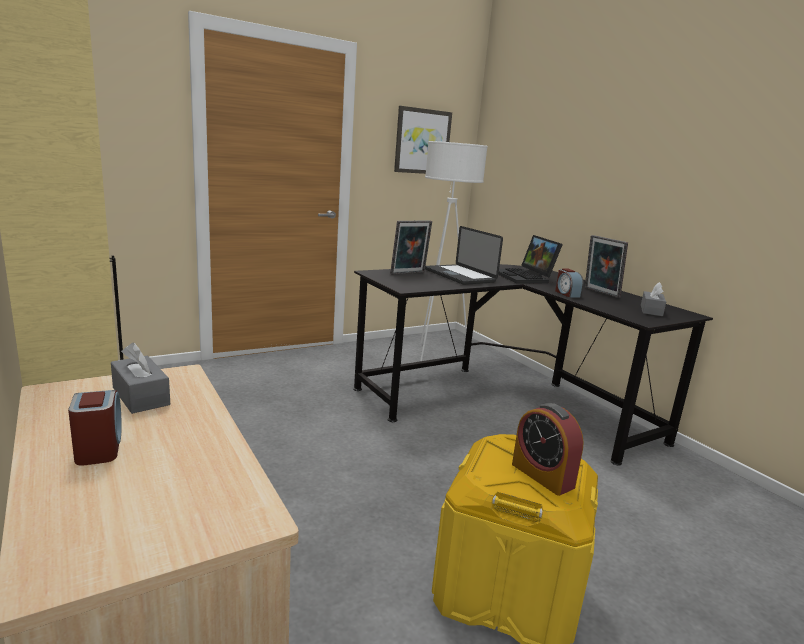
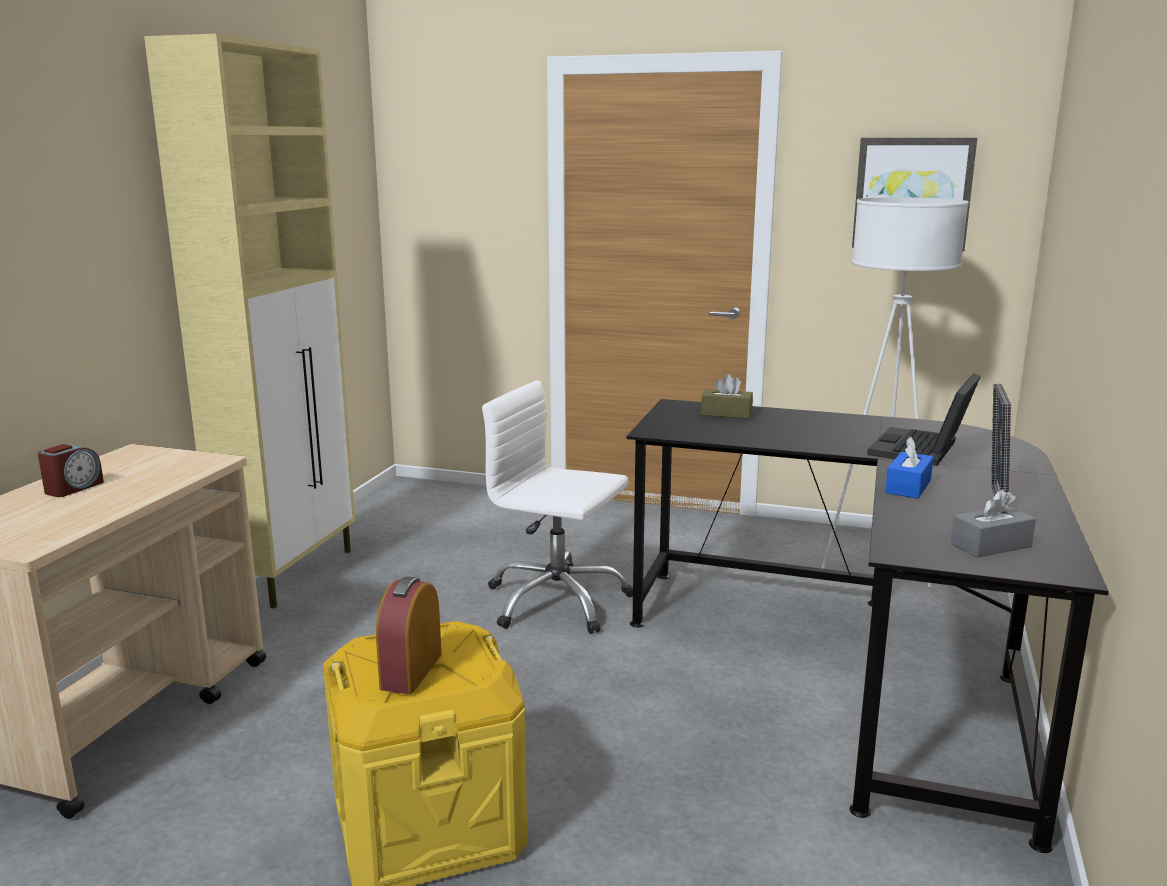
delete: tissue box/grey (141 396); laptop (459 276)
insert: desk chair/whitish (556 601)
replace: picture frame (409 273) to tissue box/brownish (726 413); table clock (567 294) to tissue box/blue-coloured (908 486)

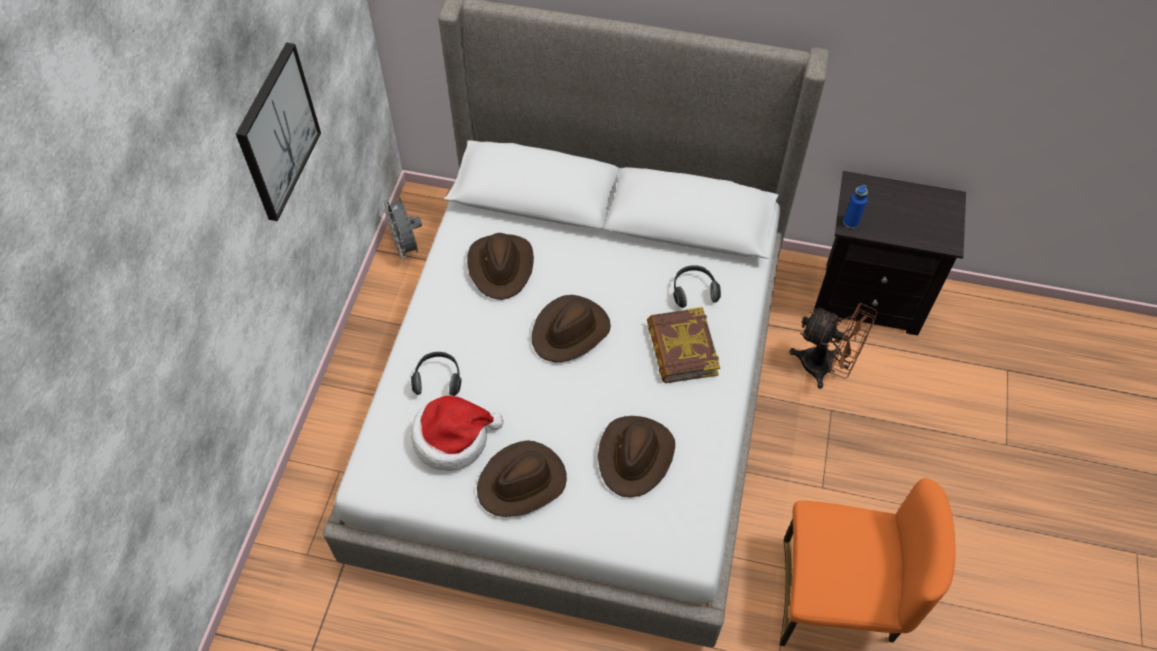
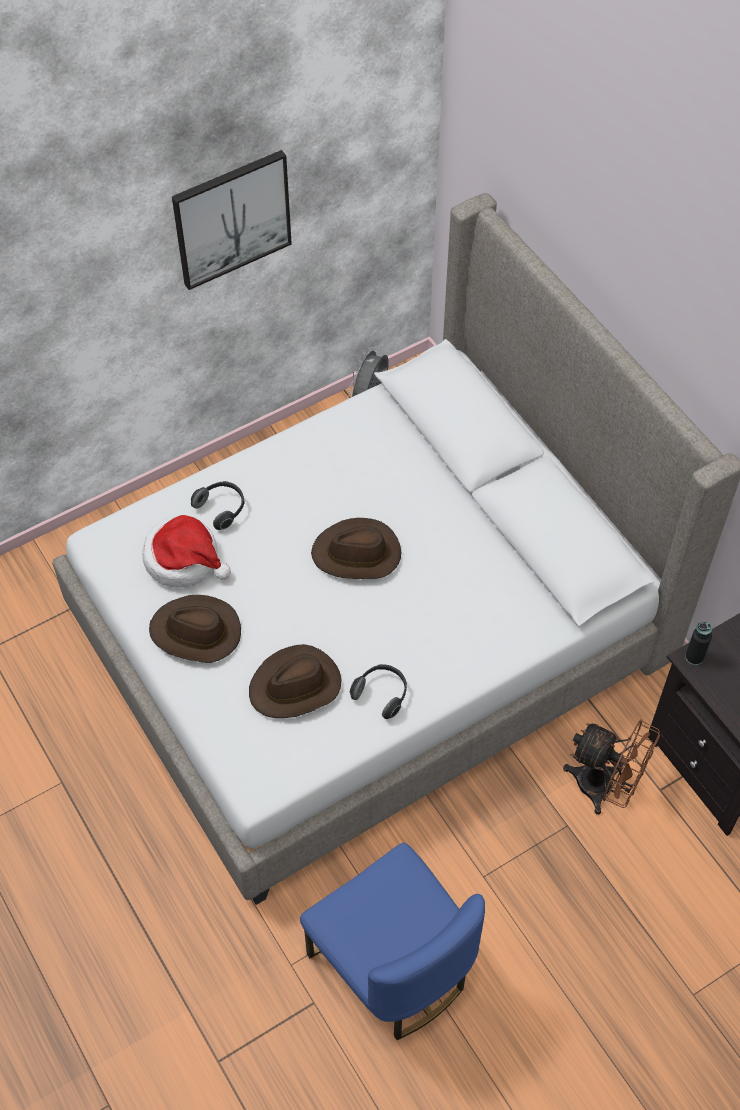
delete: wearable hat/brownish (501 267); bound book (681 349)
move: headset (693 291) to (381 694)
recolor: upright chair/orange-coloured (837 598) to upright chair/blue-coloured (392 967); drink bottle/blue-coloured (851 222) to drink bottle/black (694 657)
rotate: cooling fan/brownish (825 367) = (604 788) 45 degrees counterclockwise

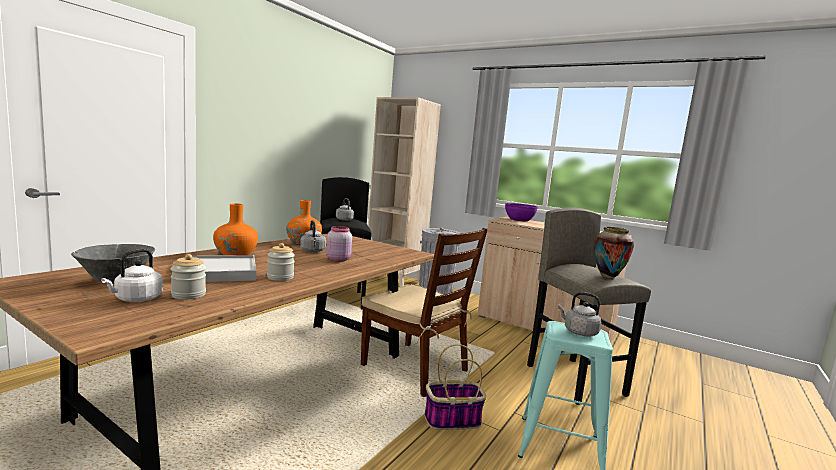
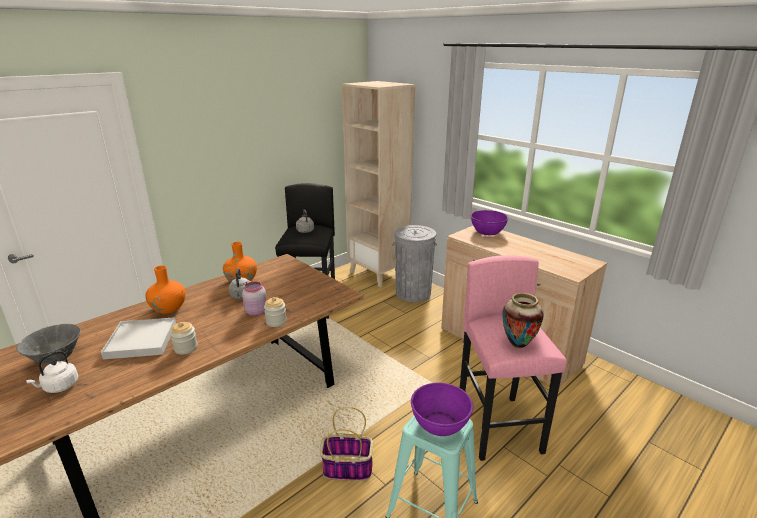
delete: upright chair/brownish (415 368)
move: preserve jar (188 295) to (276 322)
replace: water kettle/grey (578 332) to bowl/purplish (440 424)
recolor: stool seat/grey (575 380) to stool seat/pink-coloured (499 426)

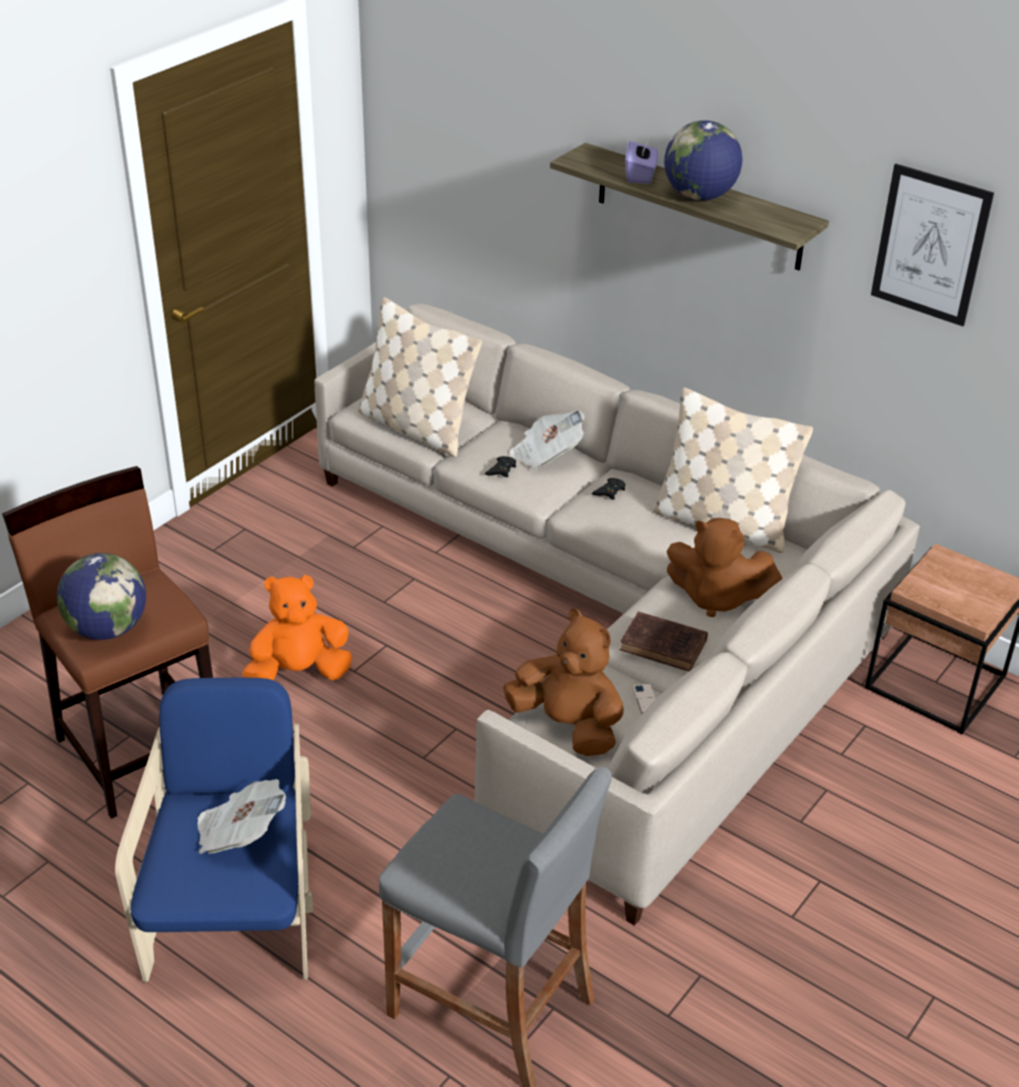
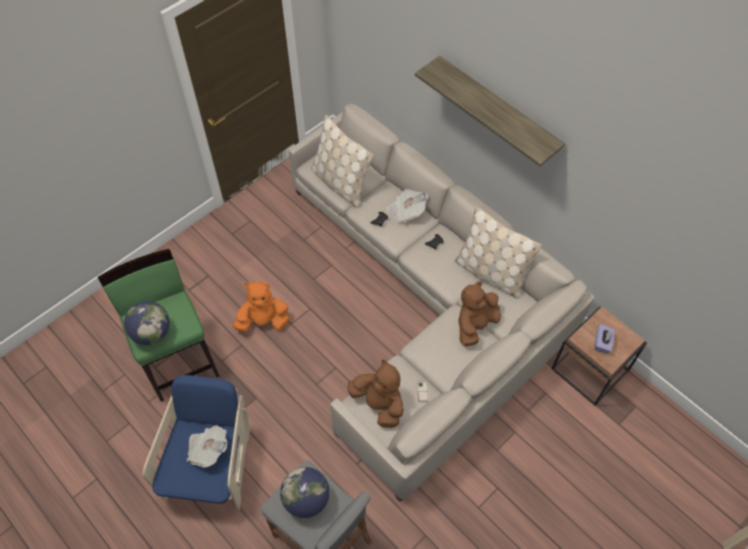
delete: bound book/brownish (665 646); wall art (930 245)
move: world globe (699 196) to (306 499); tissue box/purplish (640 175) to (602 343)
recolor: stool seat/brownish (141 750) to stool seat/greenish (180 361)
rotate: plush toy/brownish (716 597) = (475 325) 105 degrees clockwise

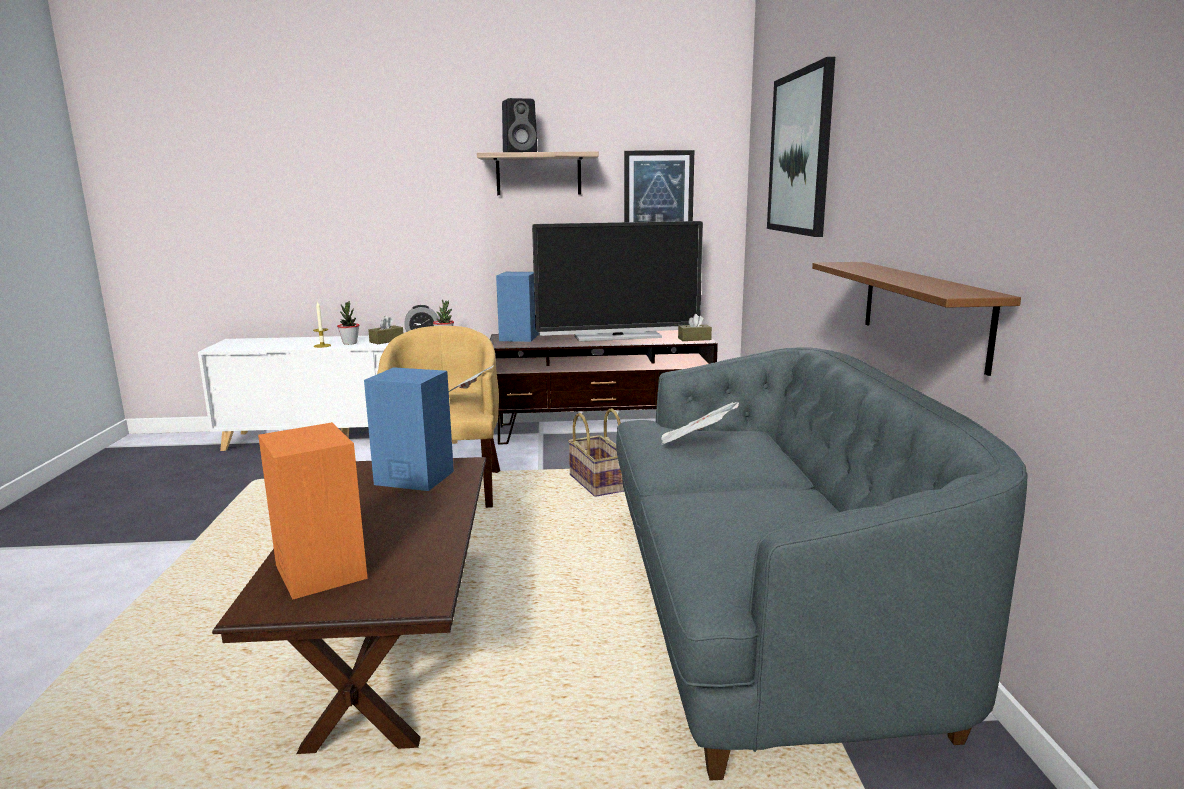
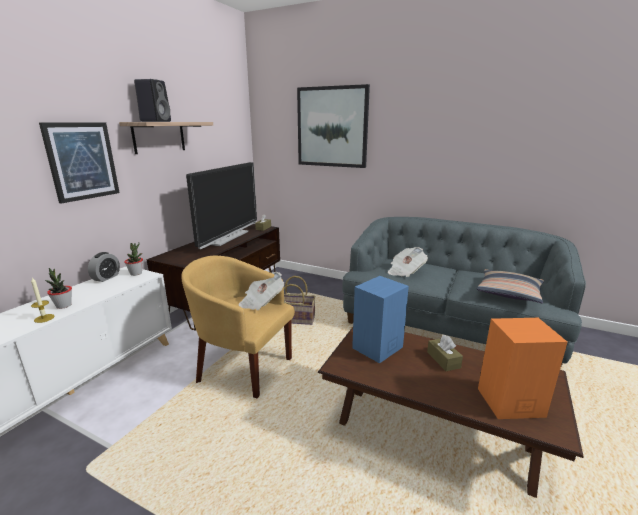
delete: speaker/blue-coloured (519 337); shelf/brownish (922 311)
insert: cushion (509 292)
move: wall art (658 193) to (82 161); tissue box/brownish (386 341) to (443 360)

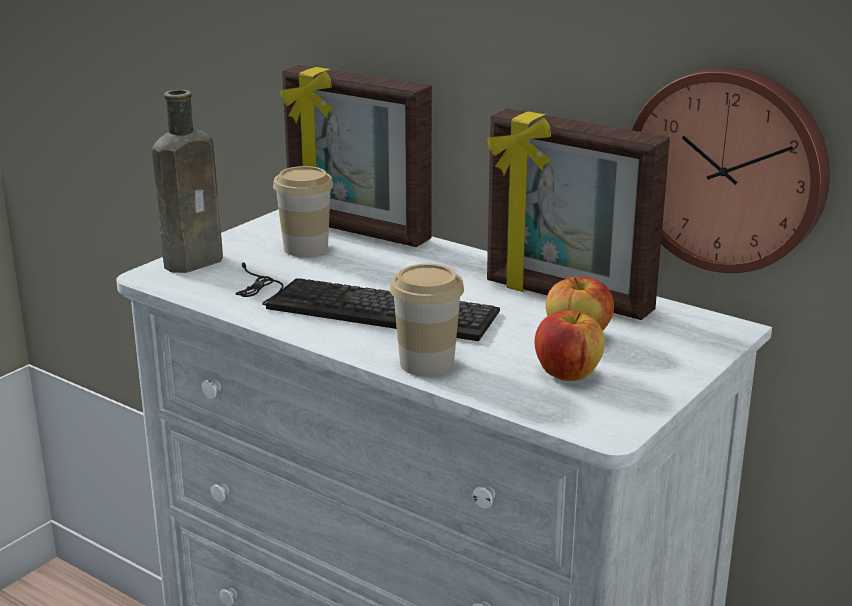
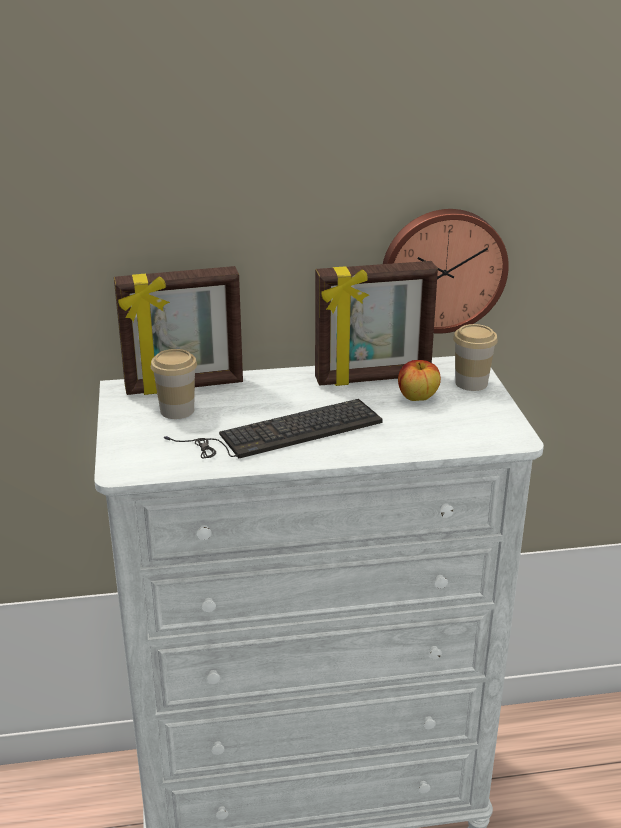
delete: drink bottle/brownish (197 261); whole apple (567 374)
move: small cup (426 363) to (471 383)

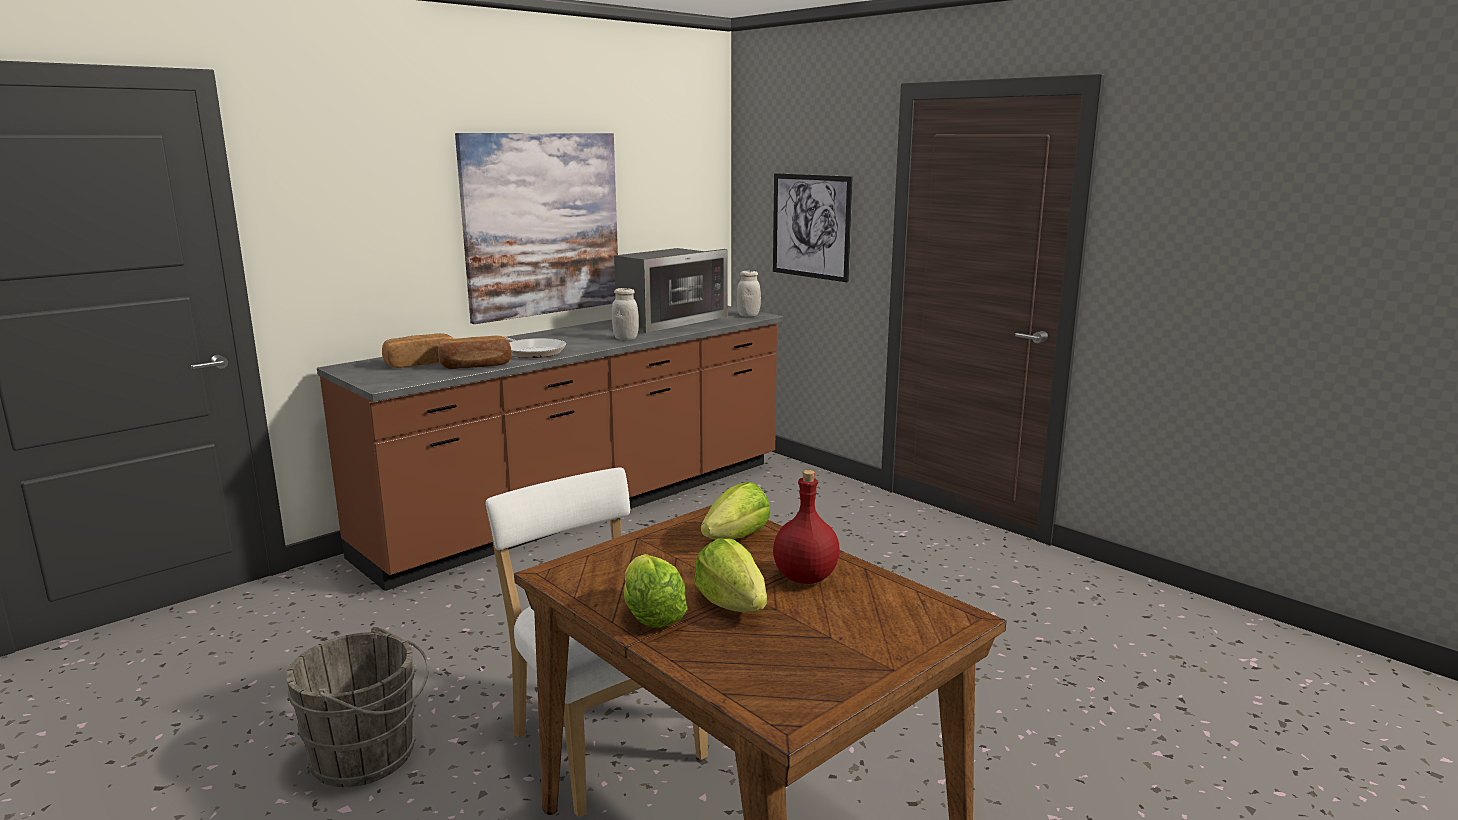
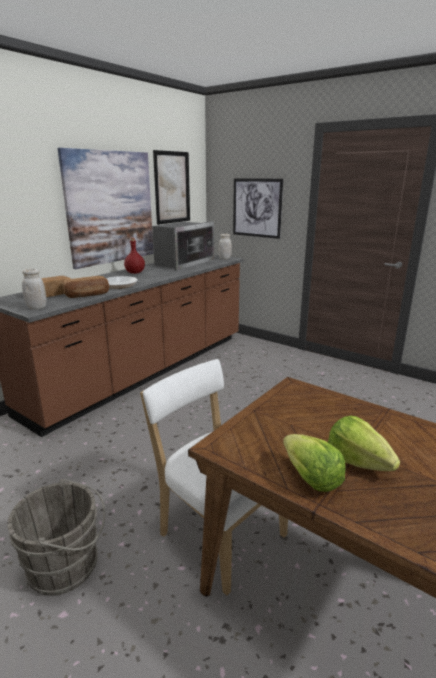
delete: head of lettuce (736 537)
insert: wall art (172 187)
move: preserve jar/whitish (625 338) to (37 308); drink bottle/red-coloured (806 578) to (135 273)

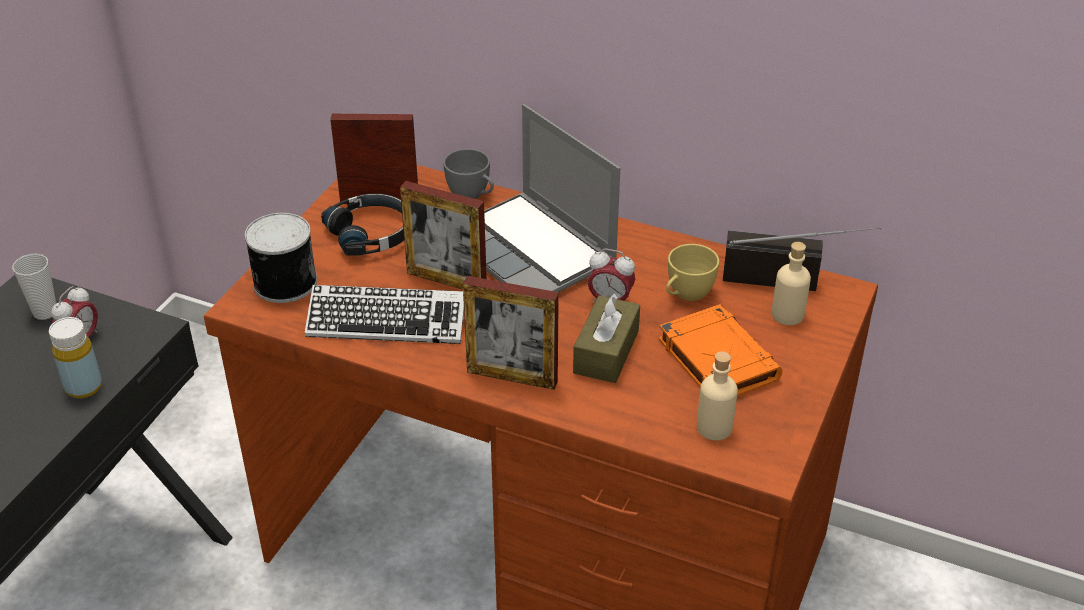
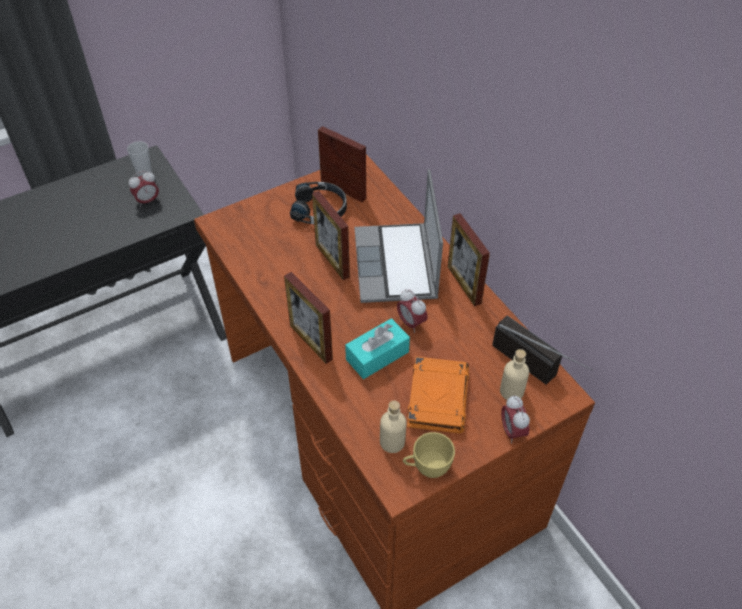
delete: drink bottle/yellow-coloured (83 387); can (283 282); computer keyboard (386 322); small cup/grey (472 196)
insert: picture frame (464 285); table clock (512 431)
move: small cup/yellow-coloured (686 295) to (427 467)
recolor: tissue box/brownish (606 352) to tissue box/turquoise-coloured (377 355)

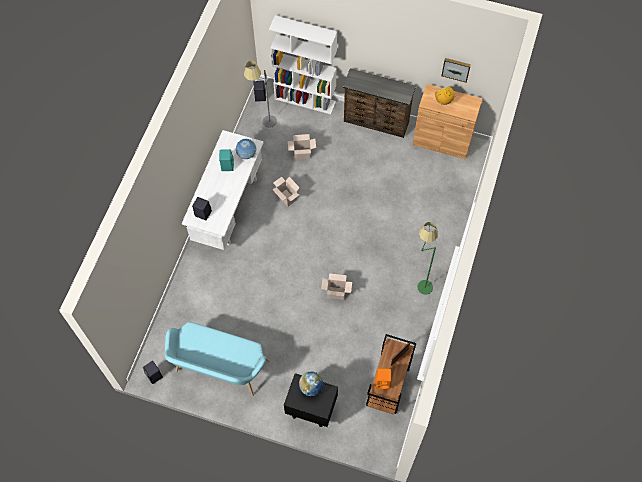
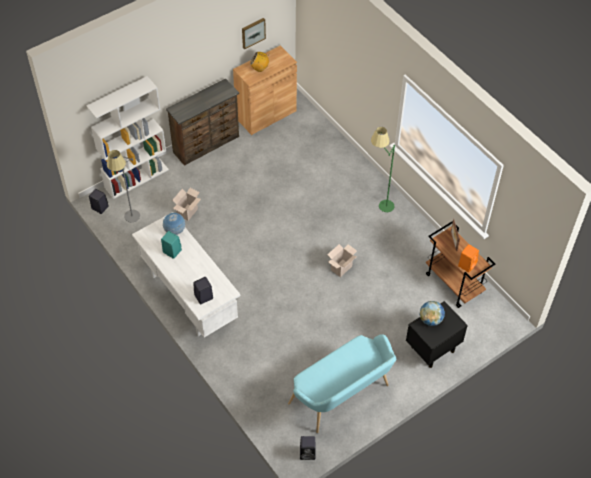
delete: packing box (286 198)

